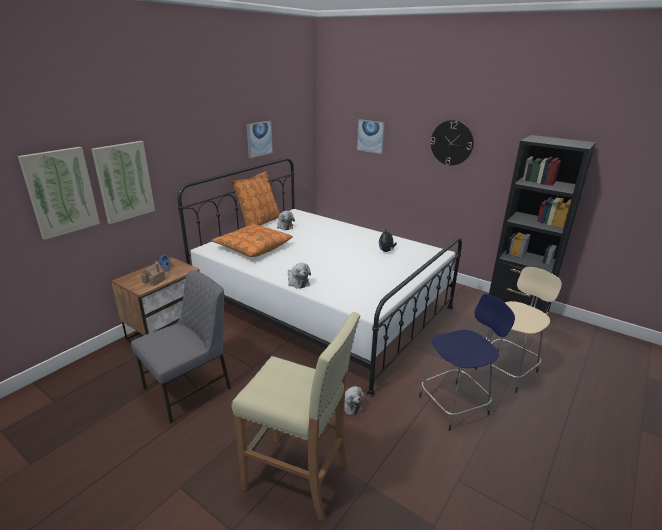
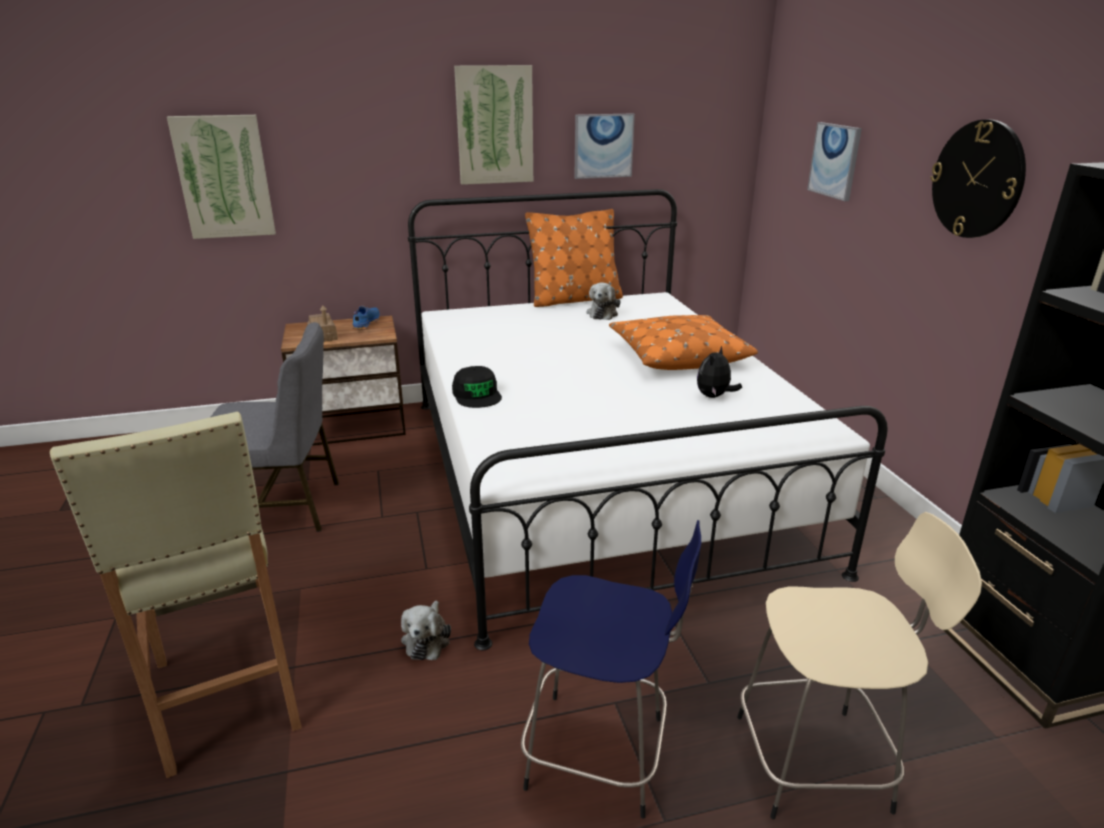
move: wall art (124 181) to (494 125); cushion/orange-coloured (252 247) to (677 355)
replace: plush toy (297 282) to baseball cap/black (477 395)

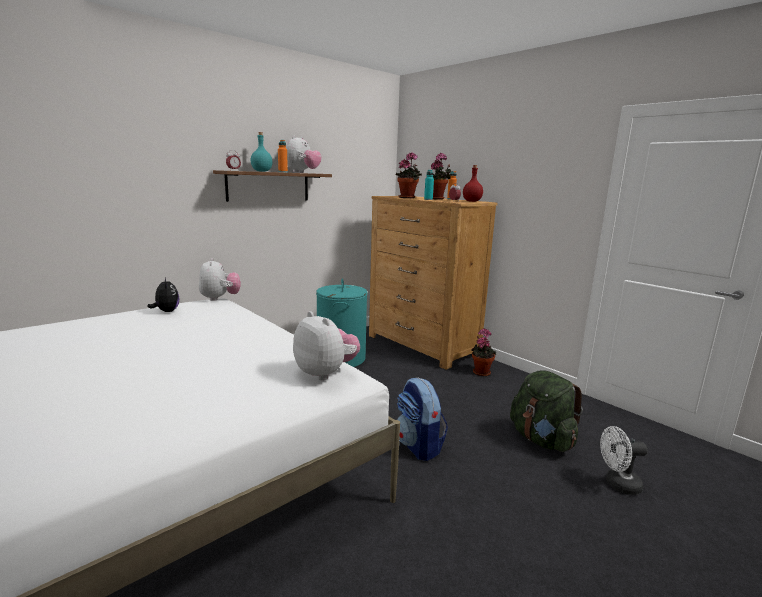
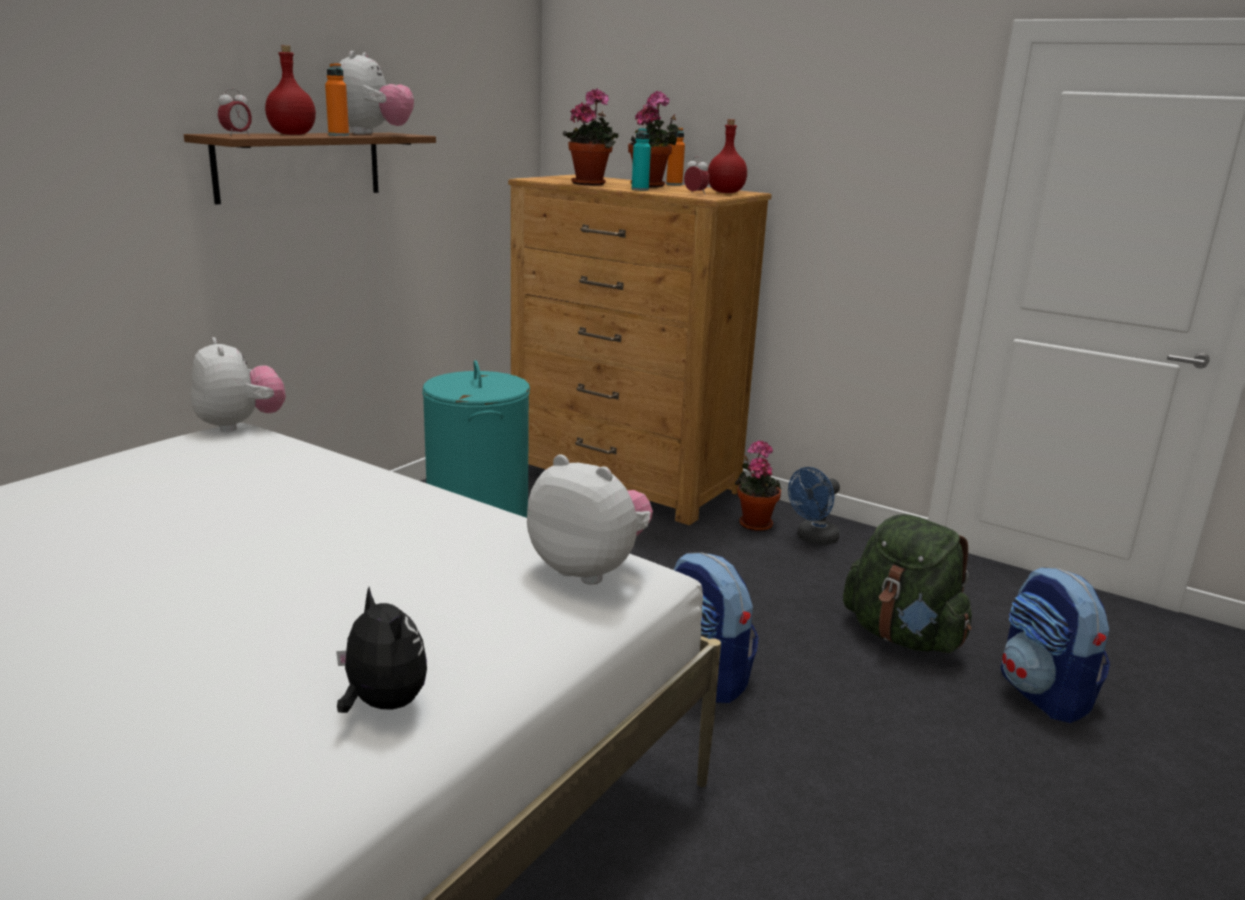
insert: cooling fan/blue-coloured (813 539)
move: plush toy (166 311) to (382 704)
replace: cooling fan/whitish (617 484) to backpack (1043 695)
recolor: drink bottle/turquoise-coloured (262 171) to drink bottle/red-coloured (293 134)

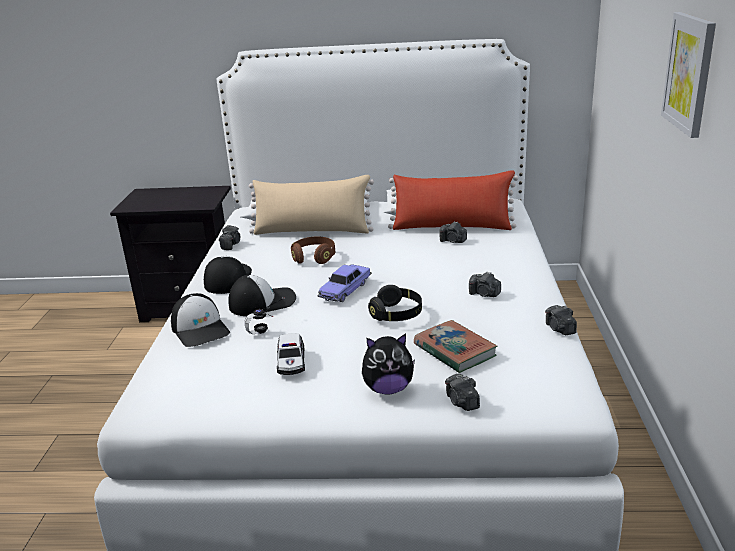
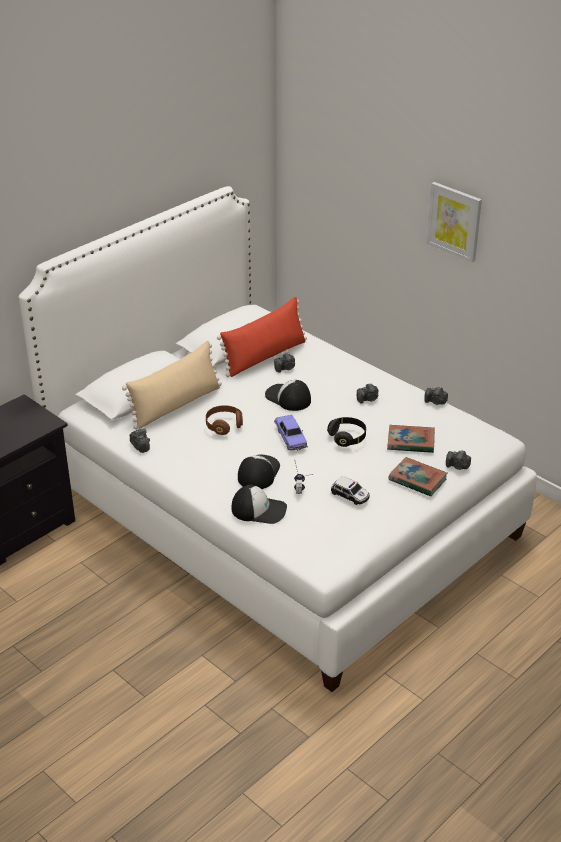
move: baseball cap (227 279) to (288 398)
replace: plush toy (388 389) to bound book (417 480)

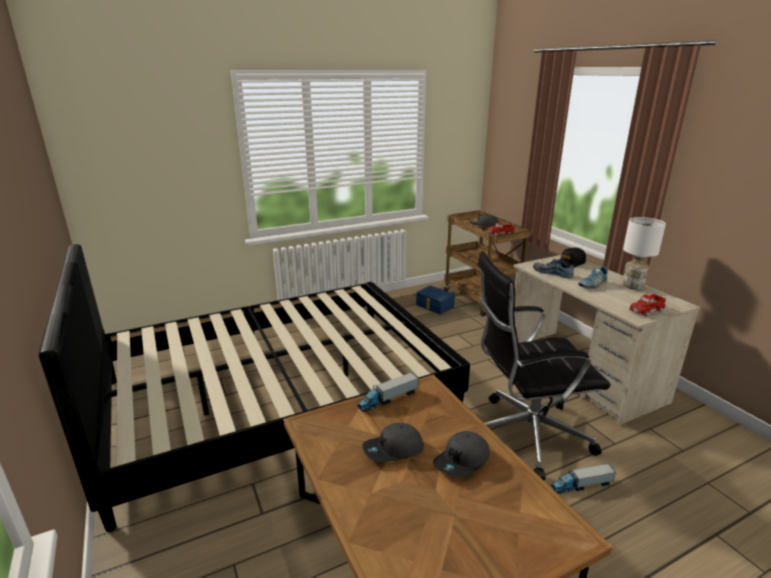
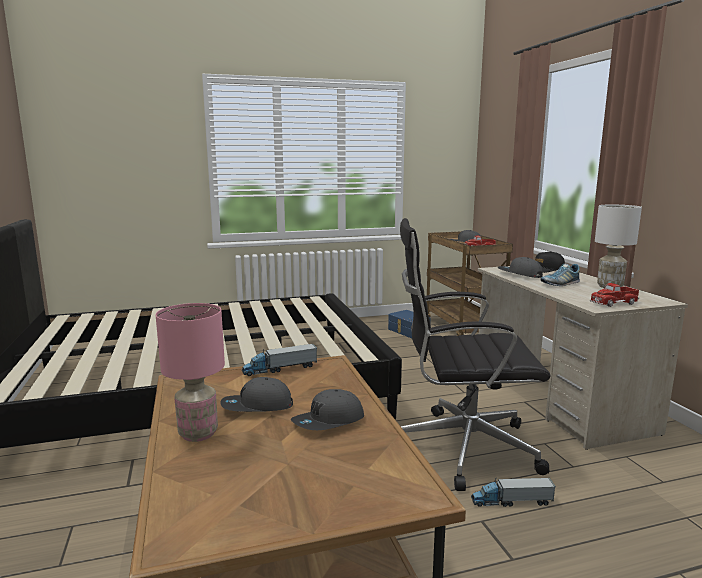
insert: lamp for a table/pink-coloured (199 433)
replace: item of footwear (553 273) to baseball cap/grey (519 274)

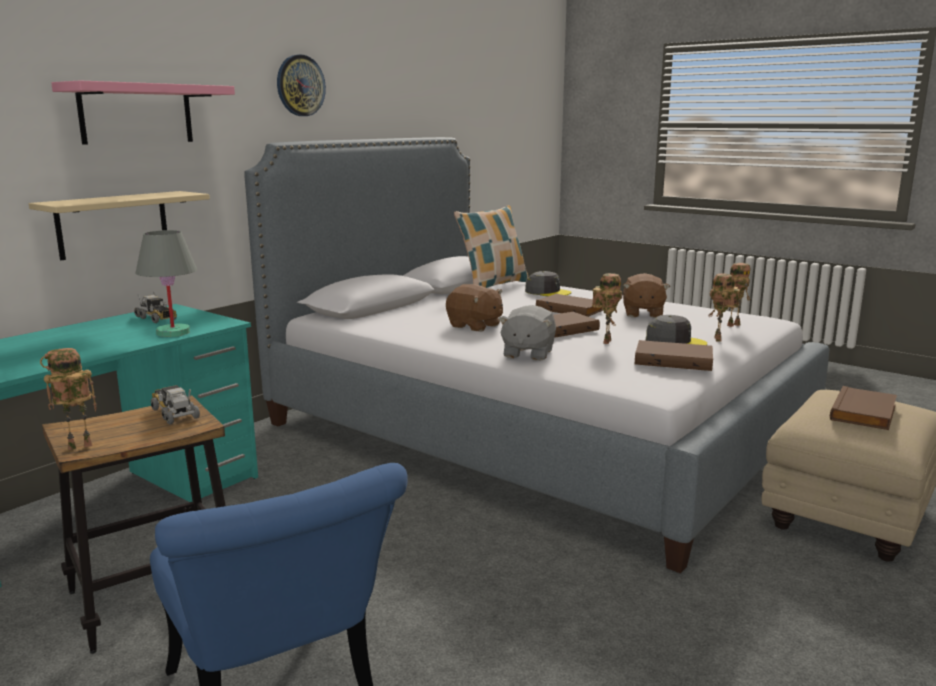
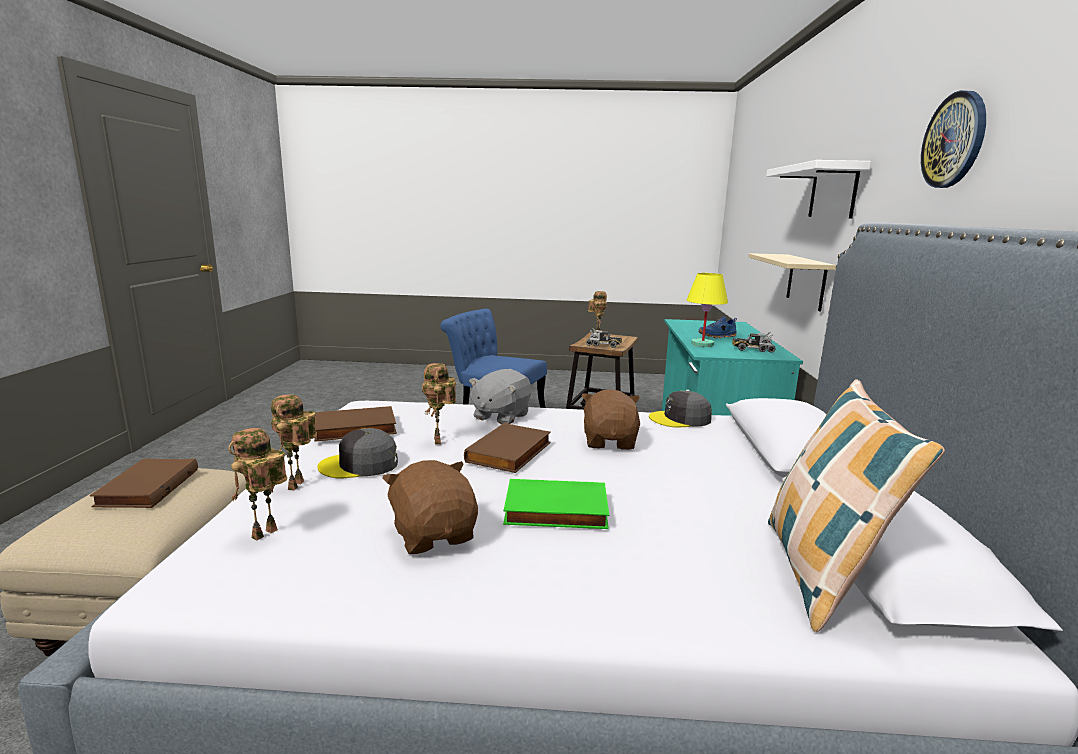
insert: item of footwear/blue-coloured (717 336)
move: baseball cap/grey (547 292) to (680 419)
recolor: bound book/brownish (571 309) to bound book/greenish (555 511); lamp for a table/grey (174 332) to lamp for a table/yellow-coloured (702 344); shelf/pink-coloured (136 114) to shelf/whitish (833 192)
rotate: robot figure (719 339) = (297 486) 150 degrees counterclockwise; plush toy/grey (527 353) = (500 416) 135 degrees counterclockwise; plush toy/brownish (474 326) = (610 442) 90 degrees clockwise

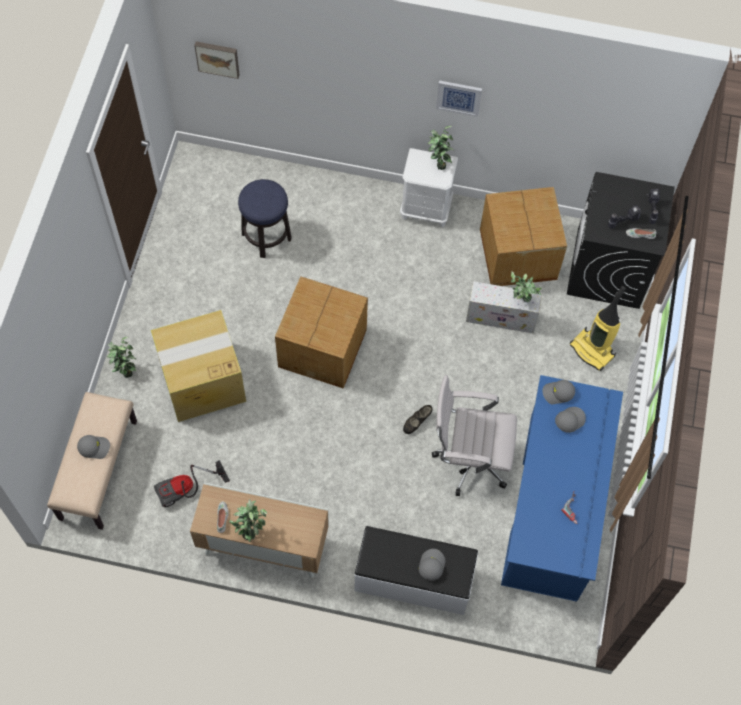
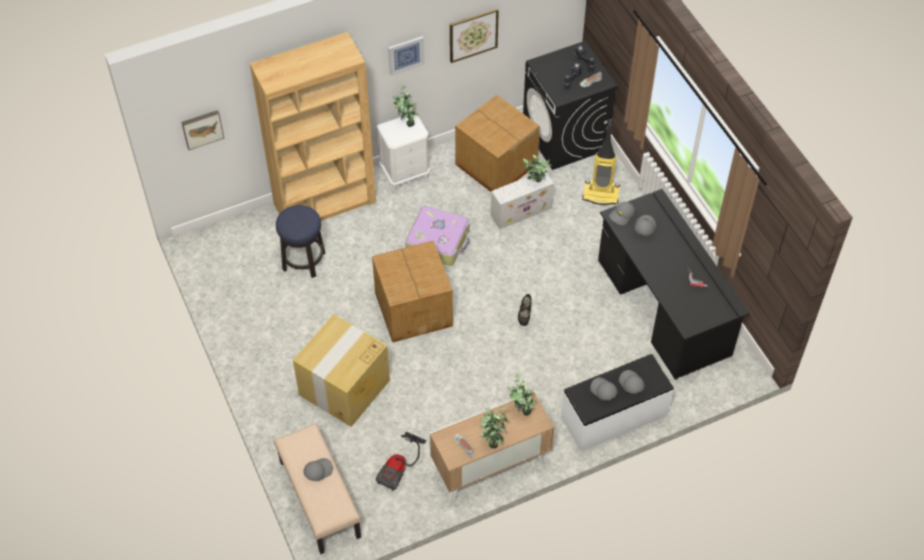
delete: desk chair/whitish (468 459)
insert: bookshelf/brownish (325 203); piece of luggage (438 241); wall art (473 34); baseball cap/grey (603 390)
move: plant in a pot (125 369) to (521 410)
recolor: desk unit/blue-coloured (553 506) to desk unit/black (663 307)

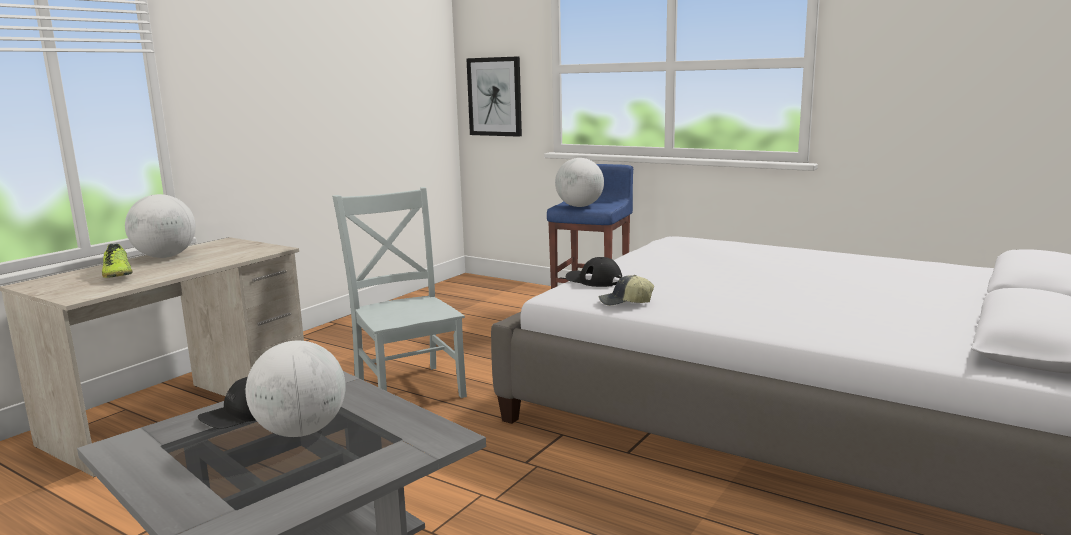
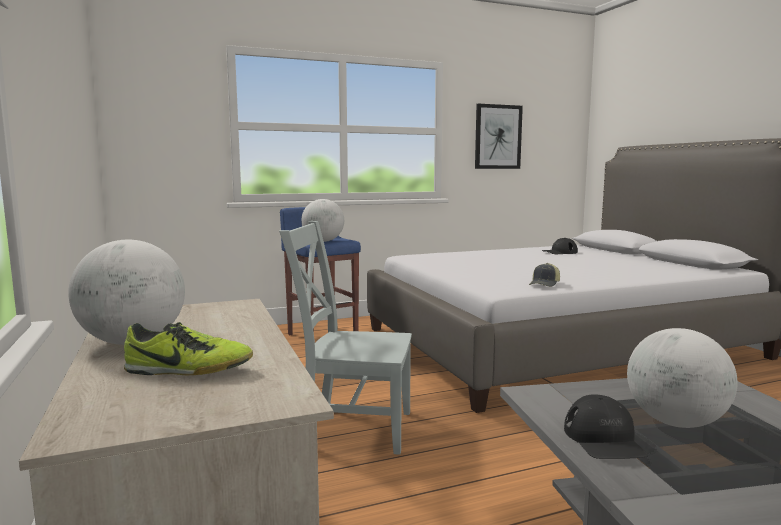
move: wall art (495 96) to (498 137); baseball cap/black (594 280) to (559 252)

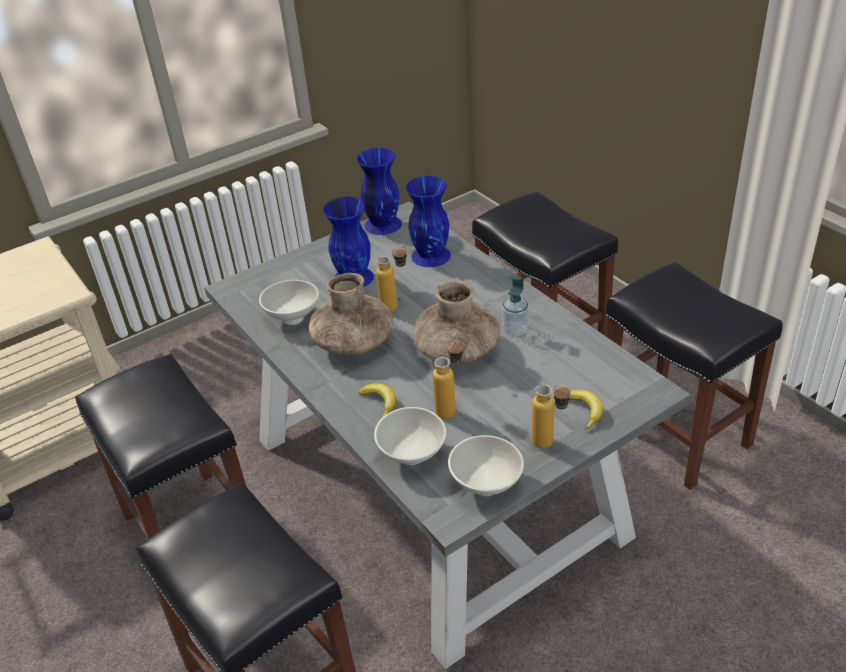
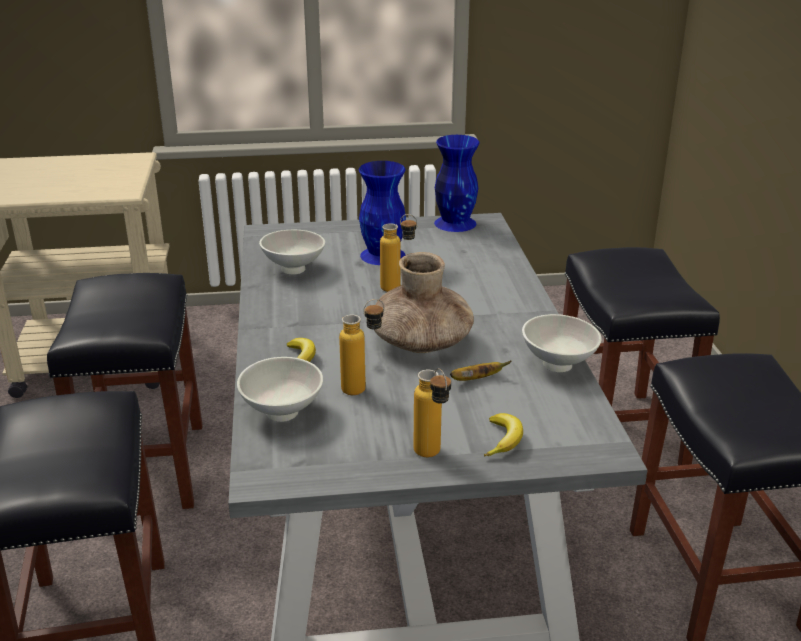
delete: decorative vase/brownish (353 342); decorative vase/blue-coloured (430 255); soap bottle (515 330)
insert: banana fruit (477 379)
move: bowl/whitish (486 484) to (559 364)

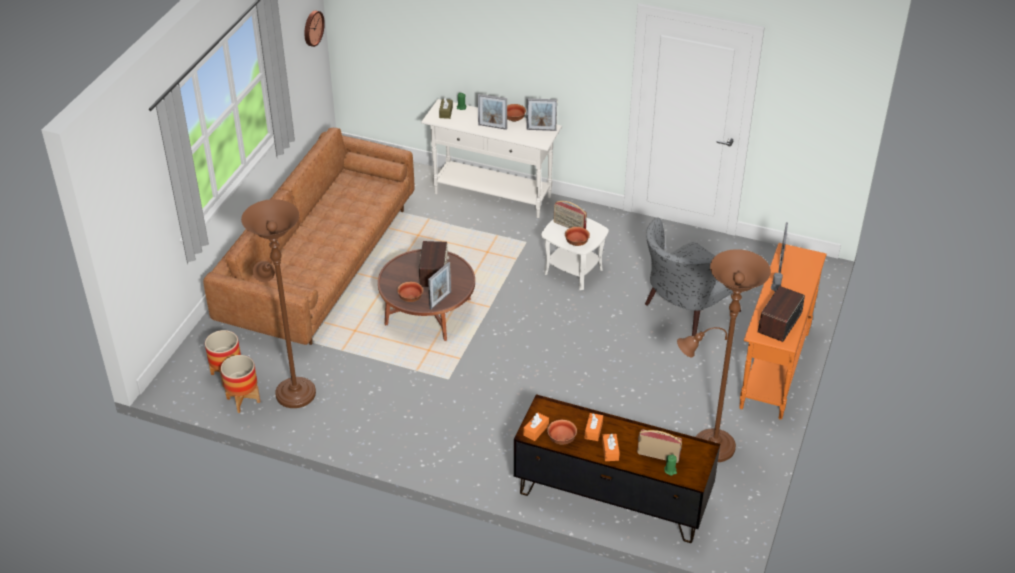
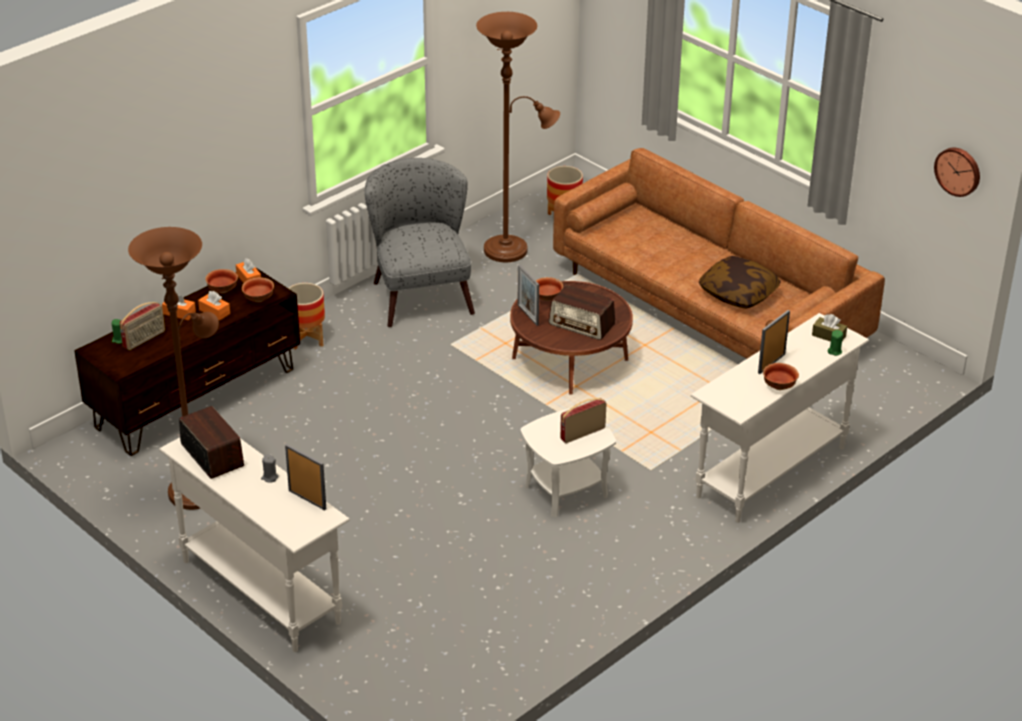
delete: picture frame (541 129)
insert: cushion (738 293)
move: bowl (577 243) to (259 299); planter (243 400) to (307 339); armchair/grey (684 312) to (420 292)
recolor: narrow table/orange-coloured (774 370) to narrow table/whitish (261 591)

